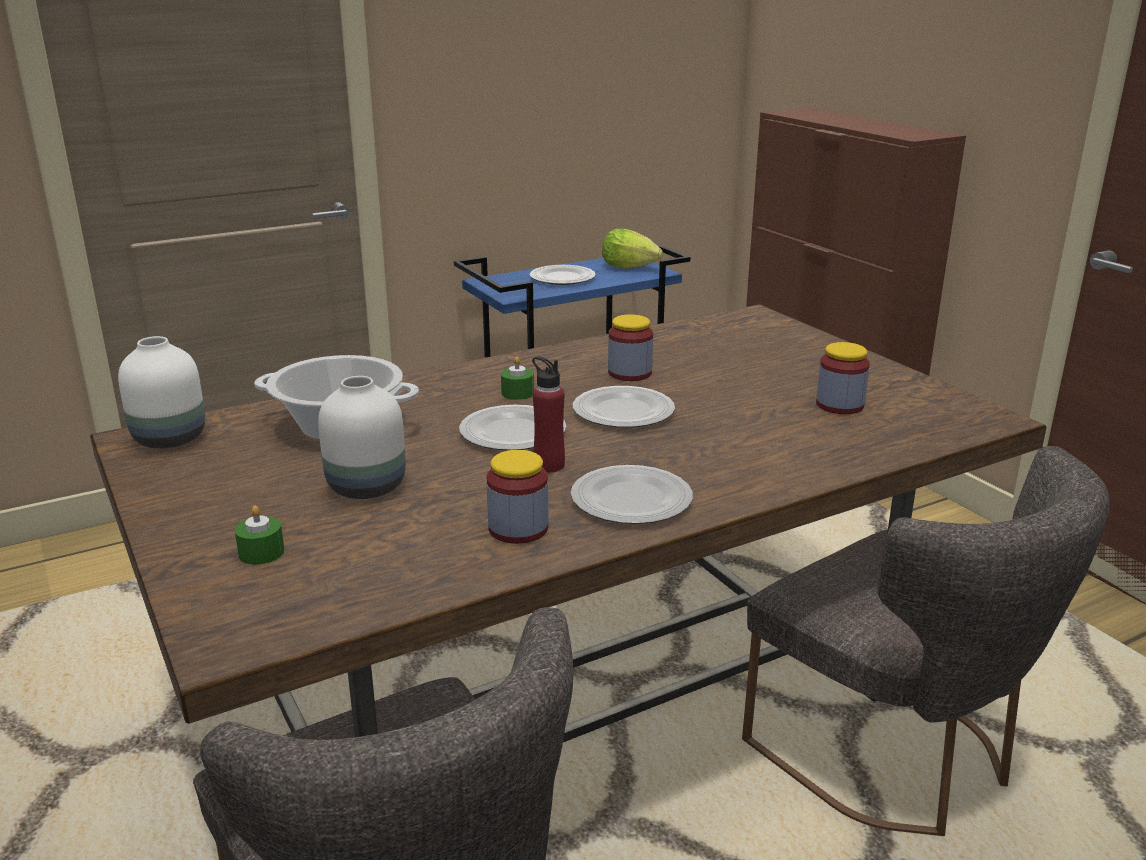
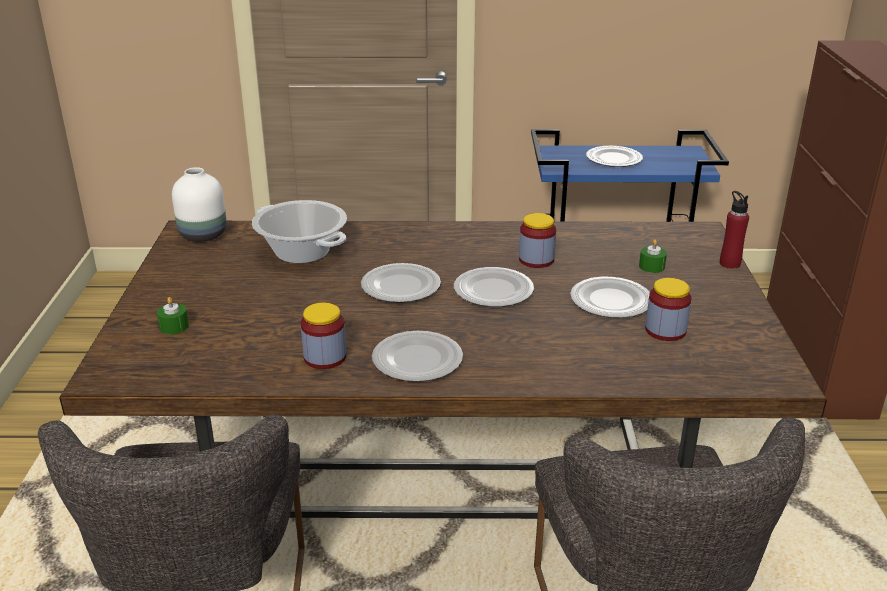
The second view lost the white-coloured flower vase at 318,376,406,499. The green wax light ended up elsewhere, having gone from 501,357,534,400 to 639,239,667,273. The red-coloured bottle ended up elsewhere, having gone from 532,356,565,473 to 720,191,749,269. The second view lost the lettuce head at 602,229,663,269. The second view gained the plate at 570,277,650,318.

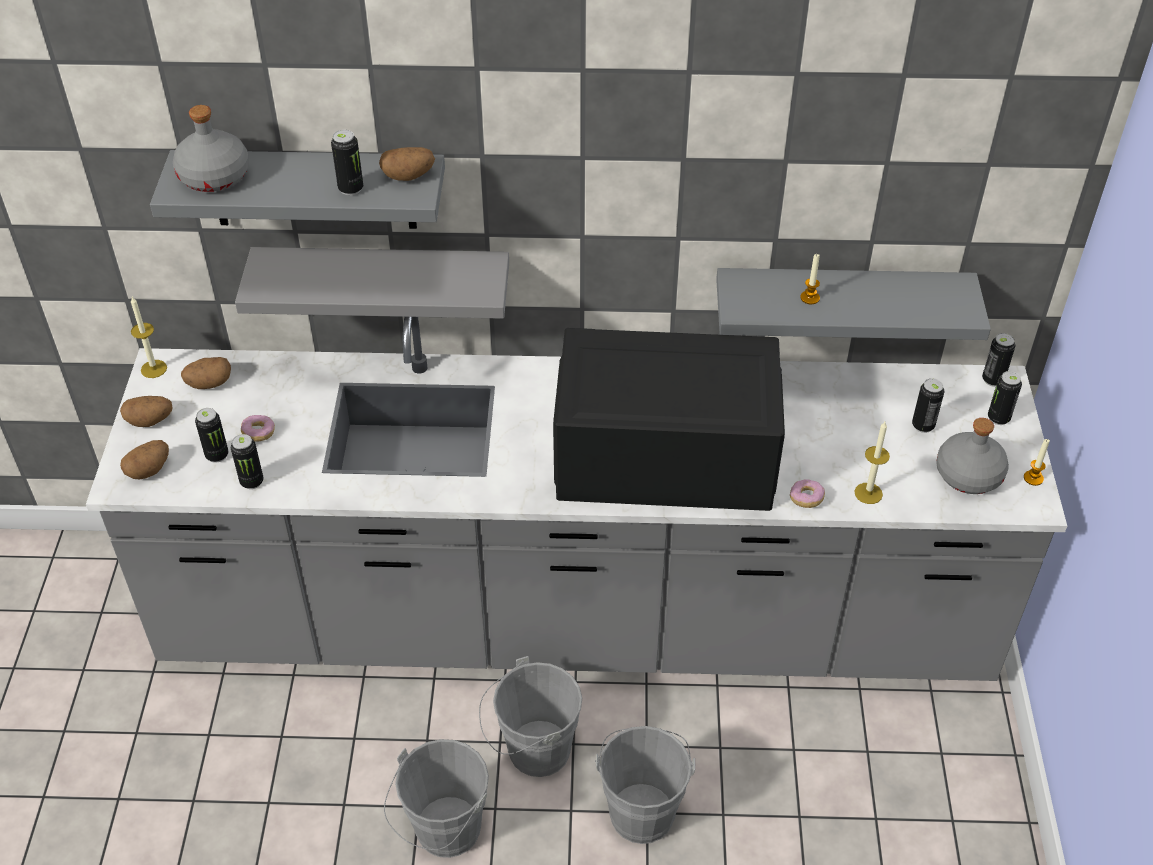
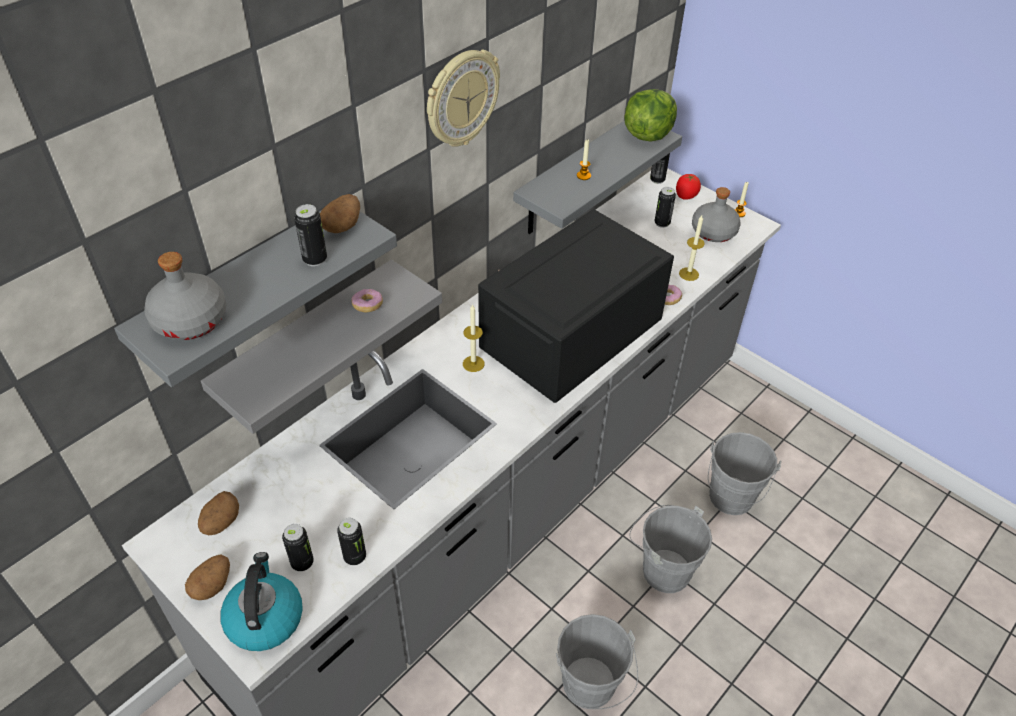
Where the potato stood at 120,440,169,479, the kettle came to stand at 220,552,303,651. The wax light ended up elsewhere, having gone from 131,297,167,378 to 463,304,484,372. The donut ended up elsewhere, having gone from 241,415,275,441 to 351,289,383,312. The gray water bucket ended up elsewhere, having gone from 479,656,582,777 to 708,432,781,515. Where the sealed can stood at 988,371,1022,425, the fresh tomato came to stand at 676,174,701,200. The second view gained the wall clock at 427,50,500,147. The second view gained the lettuce head at 624,89,677,142.

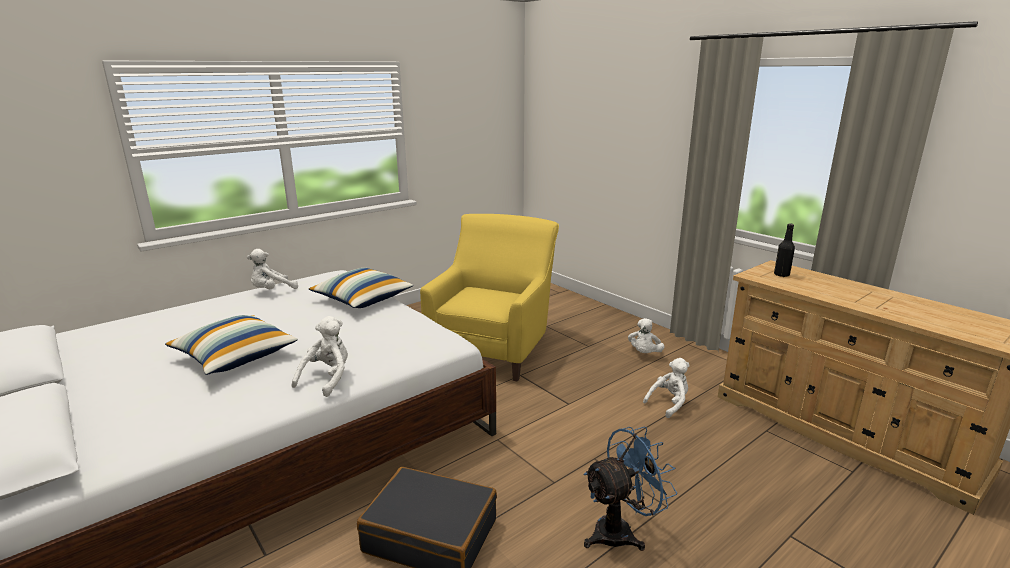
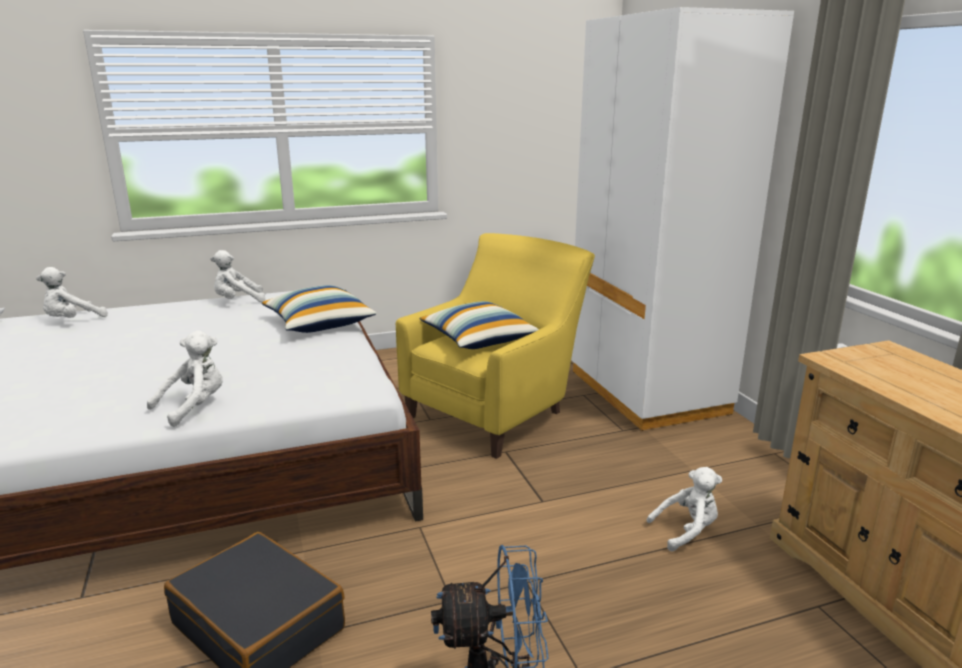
The throw pillow ended up elsewhere, having gone from 165,315,298,375 to 420,301,539,349. The white-coloured soft toy ended up elsewhere, having gone from 628,318,665,353 to 36,267,108,318. The second view lost the blackish bottle at 774,223,795,277. The second view gained the white-coloured wardrobe at 571,7,794,431.

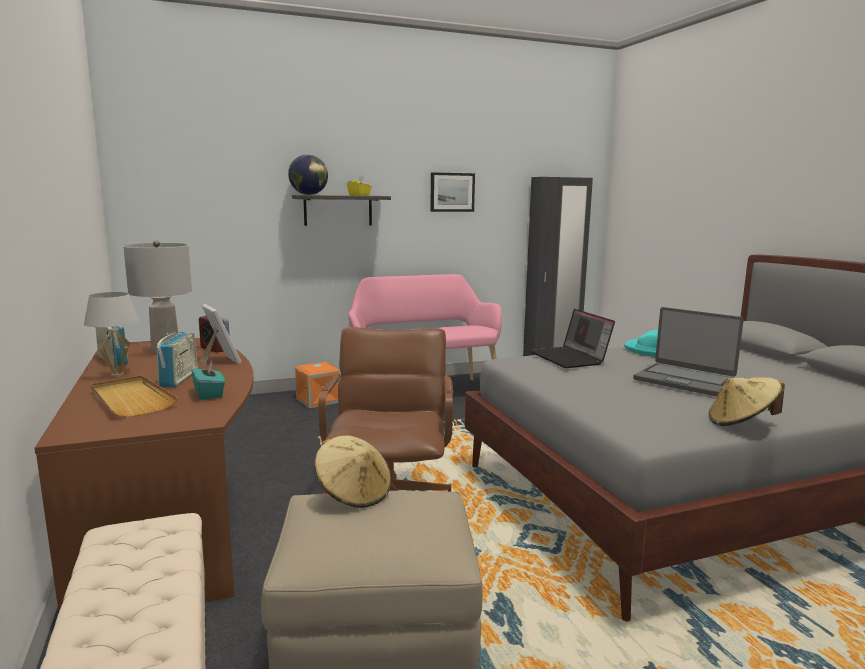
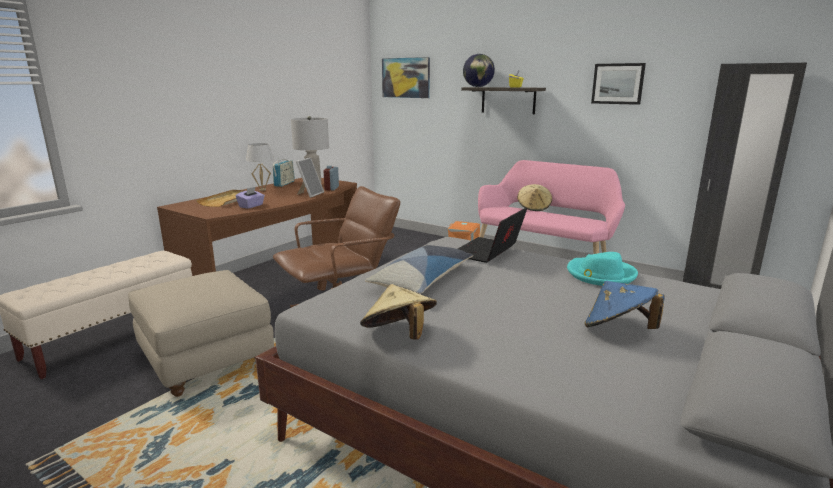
The second view lost the radio set at 157,332,198,387. What was the turquoise tissue box at 191,361,225,400 turned into the purplish tissue box at 236,187,265,209. The sand-coloured clothing hat ended up elsewhere, having gone from 315,435,391,508 to 517,184,552,211. The second view lost the notebook computer at 633,307,744,396. The second view gained the throw pillow at 365,245,473,294. The second view gained the wall art at 382,57,430,98. The second view gained the blue clothing hat at 585,281,665,329.

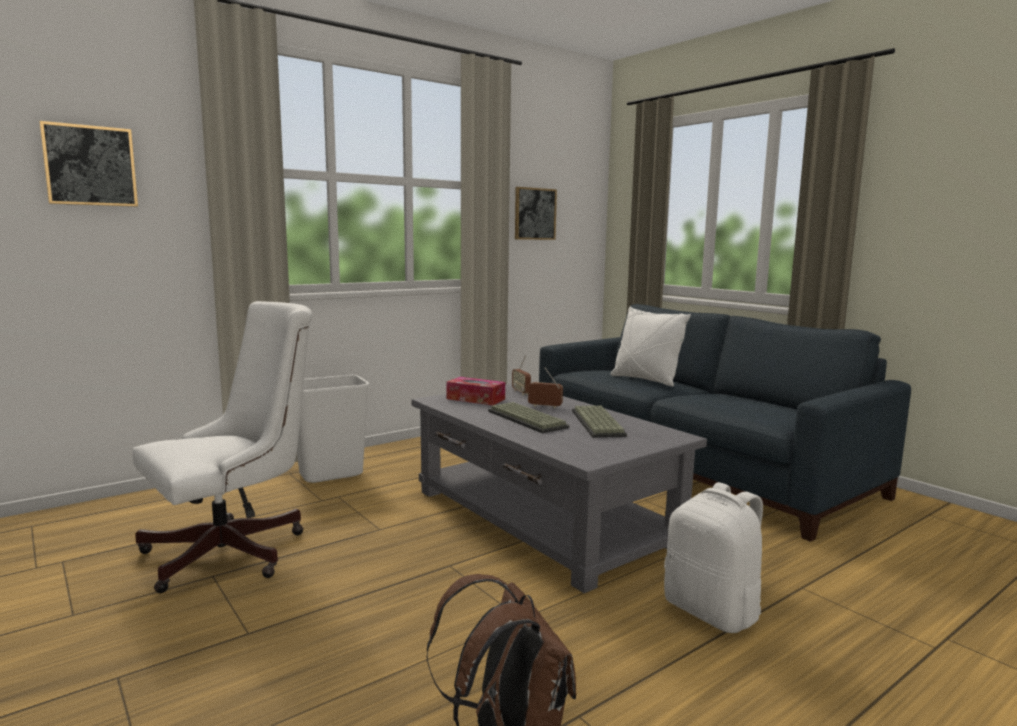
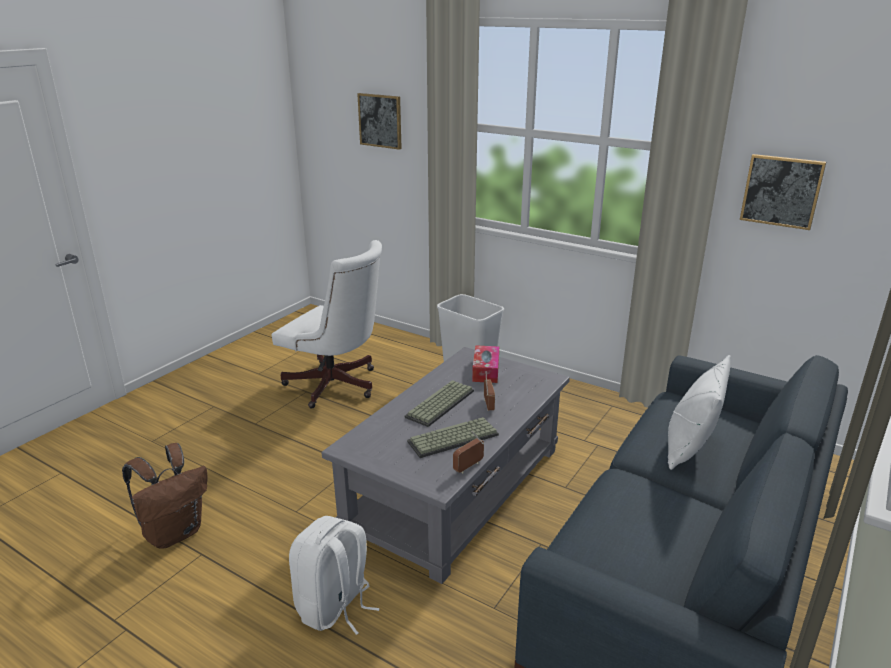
The radio set ended up elsewhere, having gone from 512,355,531,395 to 453,431,484,473.

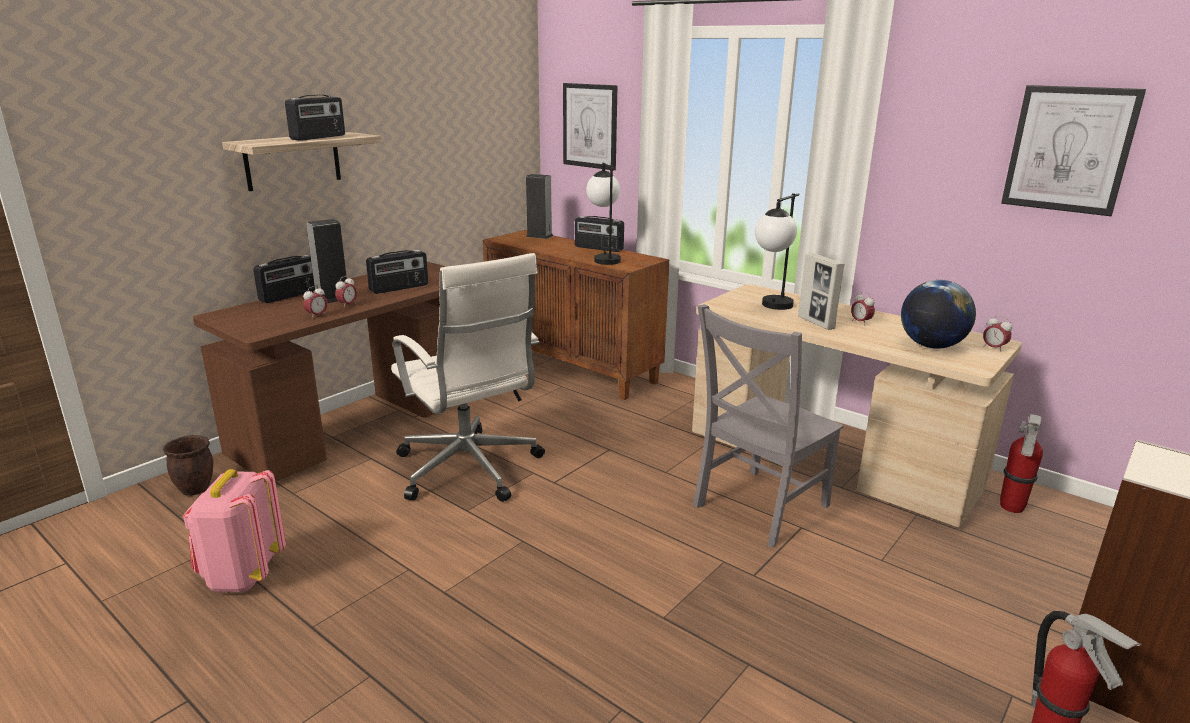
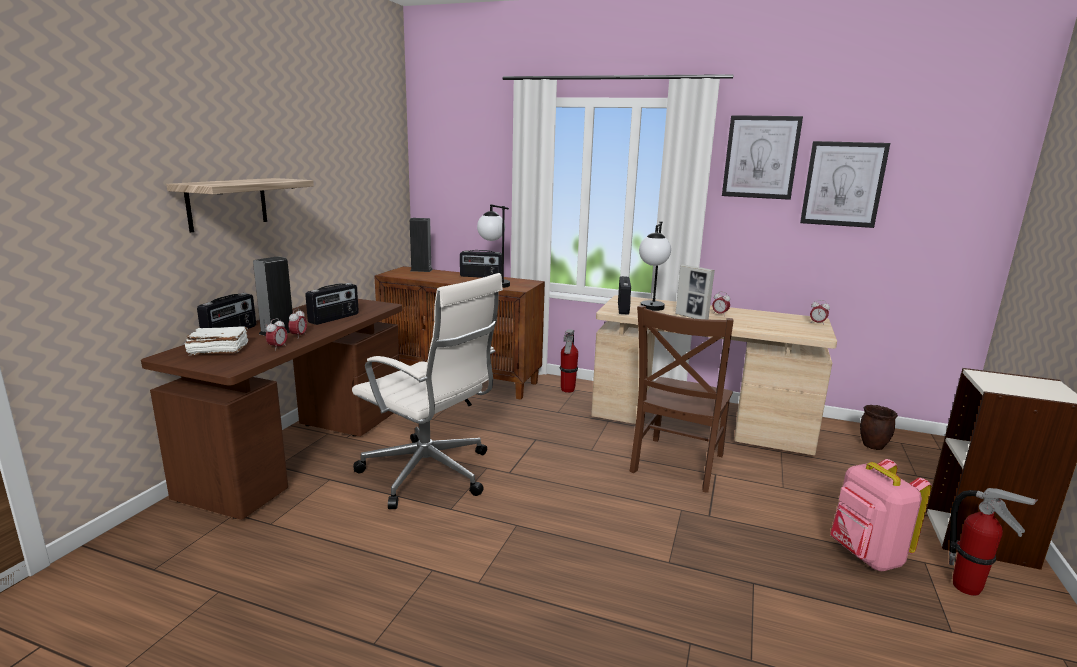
The brownish planter ended up elsewhere, having gone from 163,435,213,496 to 860,405,898,450. The pinkish backpack ended up elsewhere, having gone from 183,469,286,592 to 830,459,932,572. The radio set ended up elsewhere, having gone from 285,95,345,141 to 618,276,631,315. The wall art ended up elsewhere, having gone from 563,83,617,170 to 722,115,803,200. What was the gray chair at 693,304,844,548 turned into the brownish chair at 630,305,734,493. The second view lost the desk globe at 901,280,976,349. The fire extinguisher ended up elsewhere, having gone from 1000,414,1043,513 to 560,329,578,393. The second view gained the white-coloured book at 185,326,248,355.

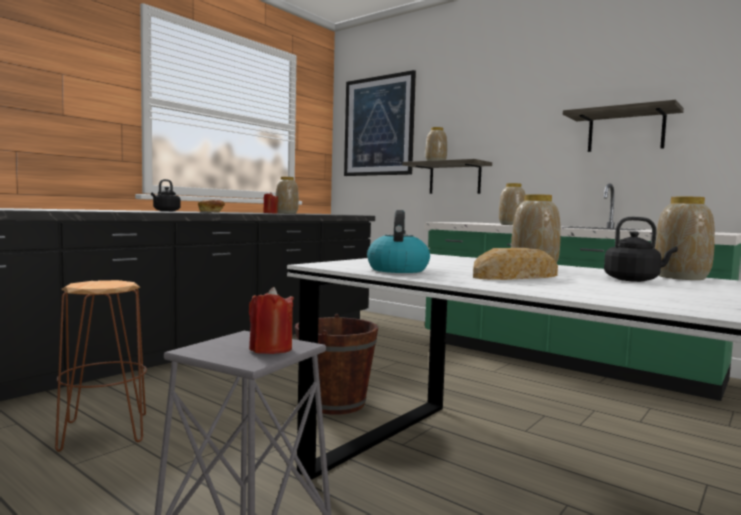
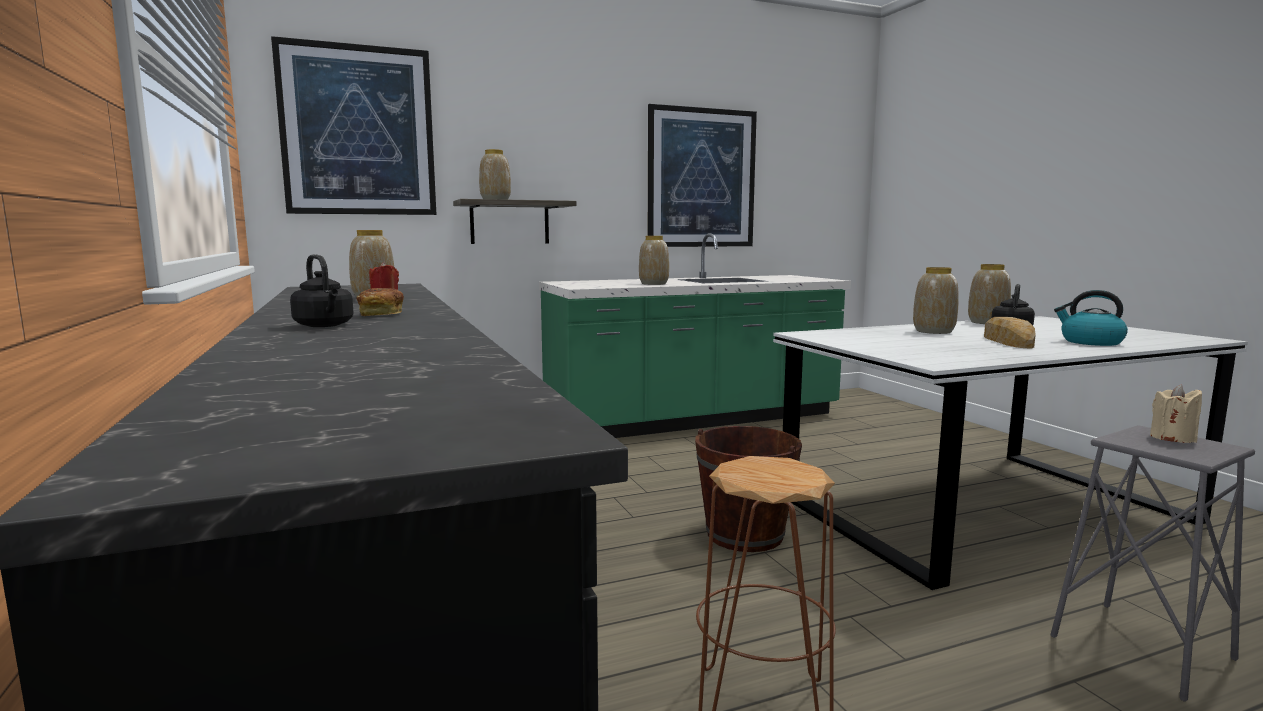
What was the red-coloured wax light at 249,287,294,354 turned into the sand-coloured wax light at 1150,384,1202,443. The kettle ended up elsewhere, having gone from 367,210,430,273 to 1054,290,1128,346. Where the bracket shelf hung at 563,100,684,152, the wall art came to hang at 648,104,757,247.

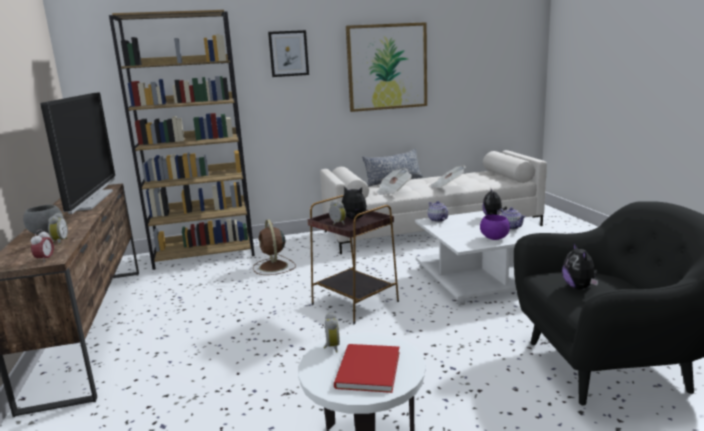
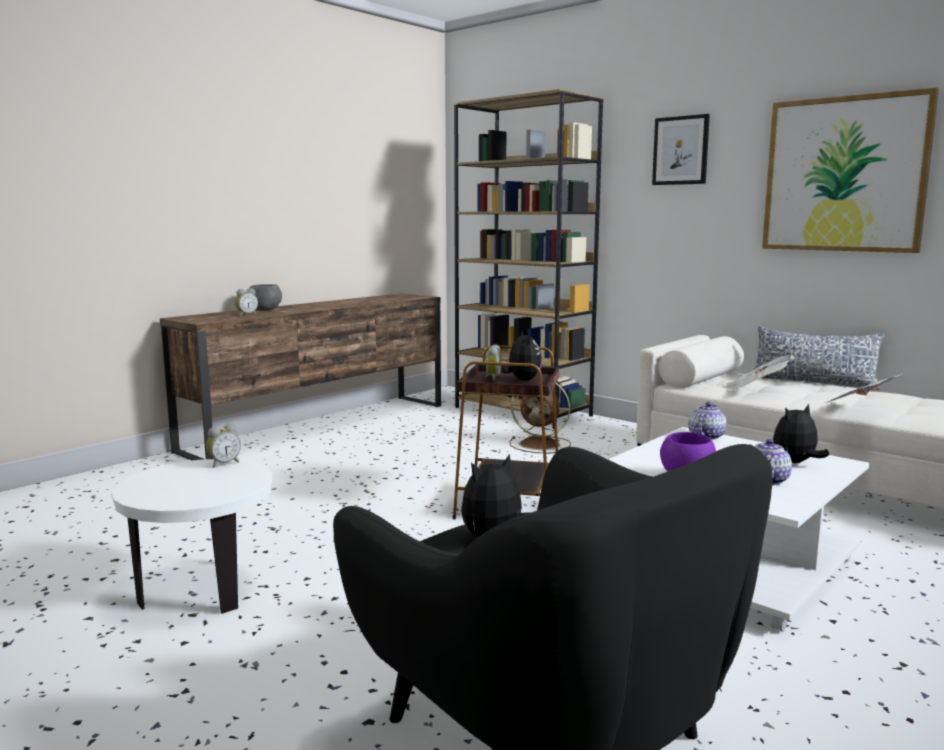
The second view lost the bedside clock at 31,229,54,263. The second view lost the TV at 41,92,115,214. The brownish electric fan at 253,219,296,275 ended up facing another way, 105 degrees counterclockwise from before. The second view lost the red-coloured book at 334,344,400,393.

